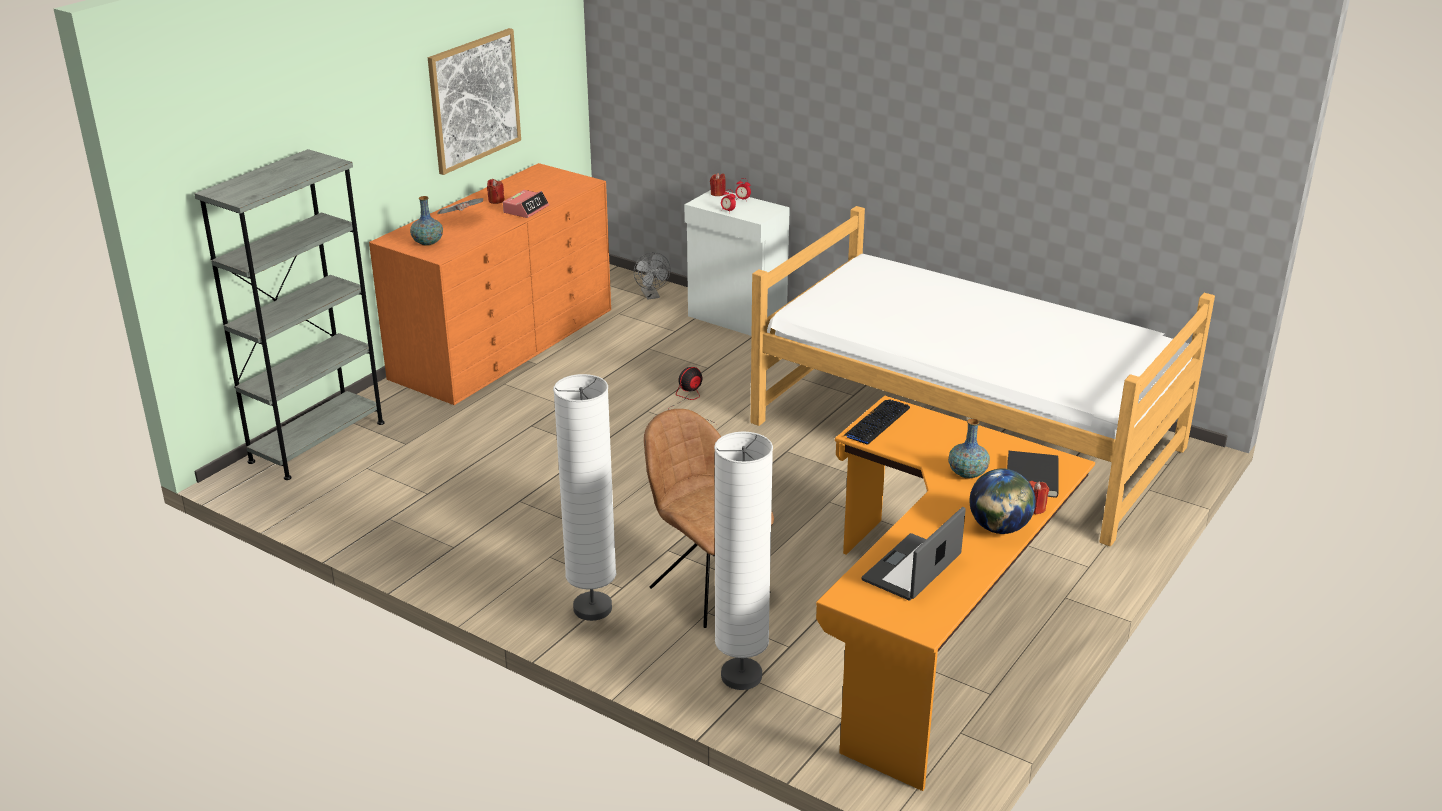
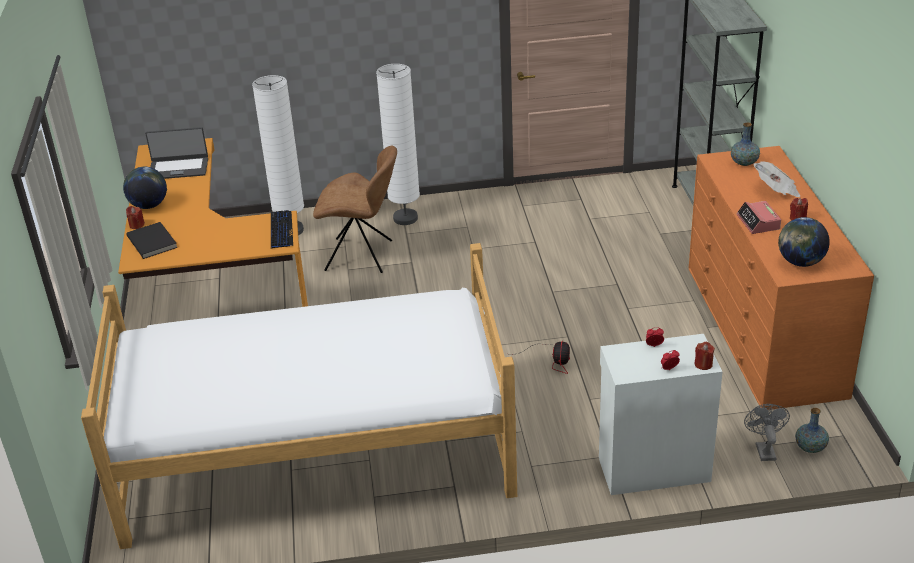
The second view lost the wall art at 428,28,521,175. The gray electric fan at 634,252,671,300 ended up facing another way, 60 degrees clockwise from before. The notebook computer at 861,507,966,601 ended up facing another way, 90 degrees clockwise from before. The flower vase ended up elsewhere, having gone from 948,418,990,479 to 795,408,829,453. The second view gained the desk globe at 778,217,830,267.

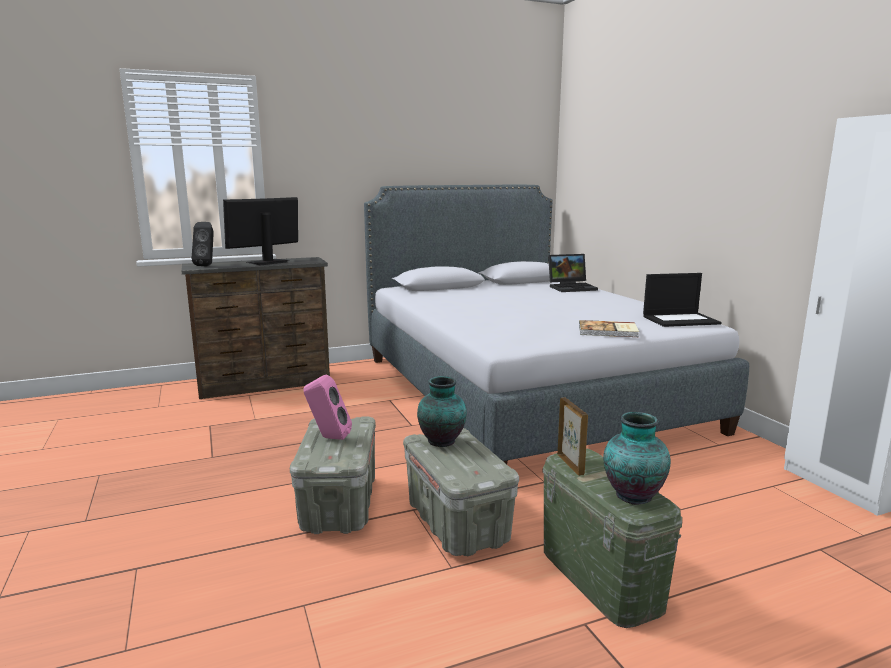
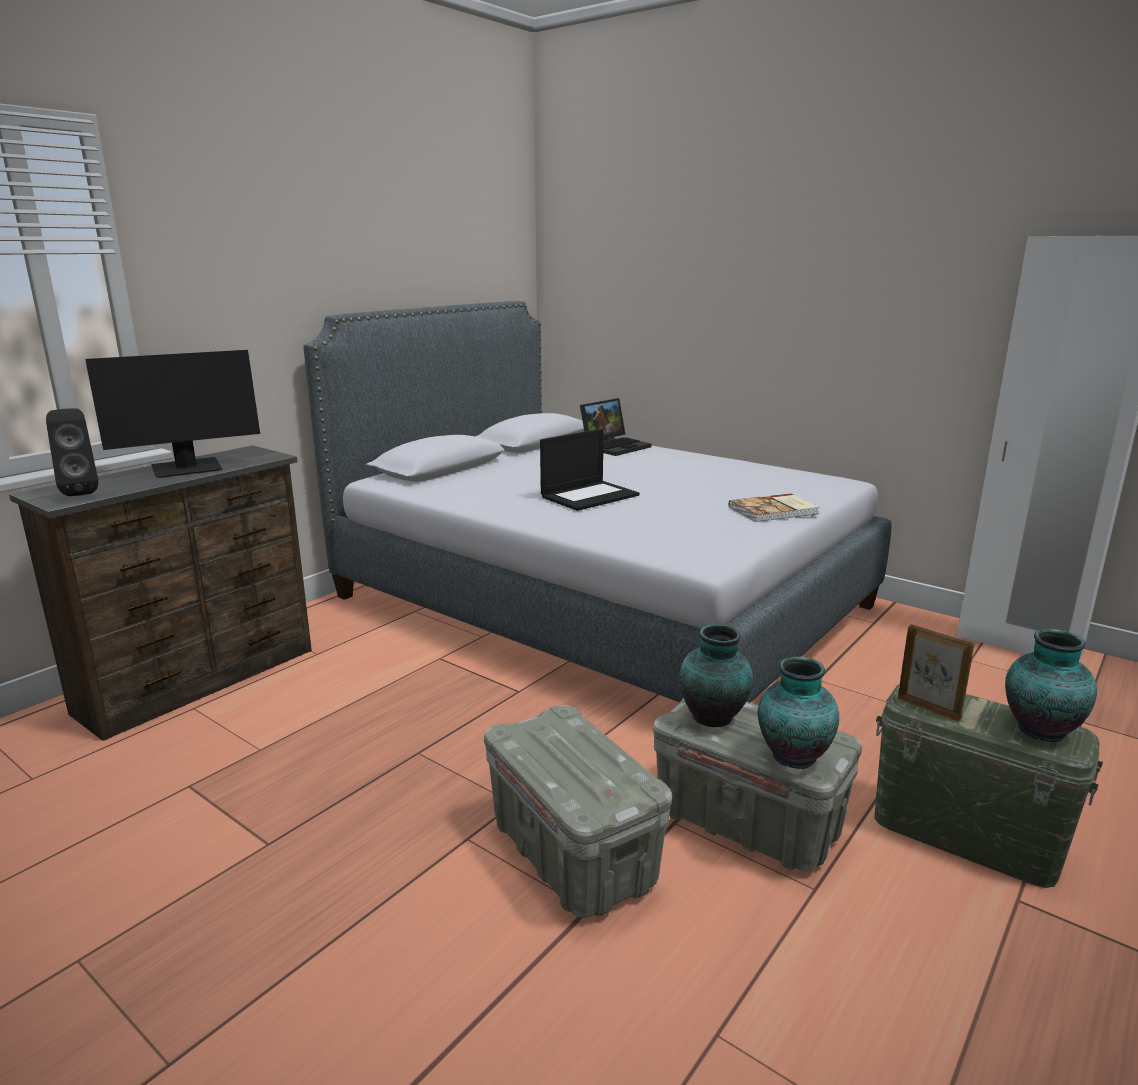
The monitor at 223,197,298,265 ended up facing another way, 135 degrees counterclockwise from before. The second view lost the pinkish speaker at 303,375,352,440. The notebook computer ended up elsewhere, having gone from 643,273,722,327 to 540,429,640,511. The second view gained the flower vase at 757,657,839,769.

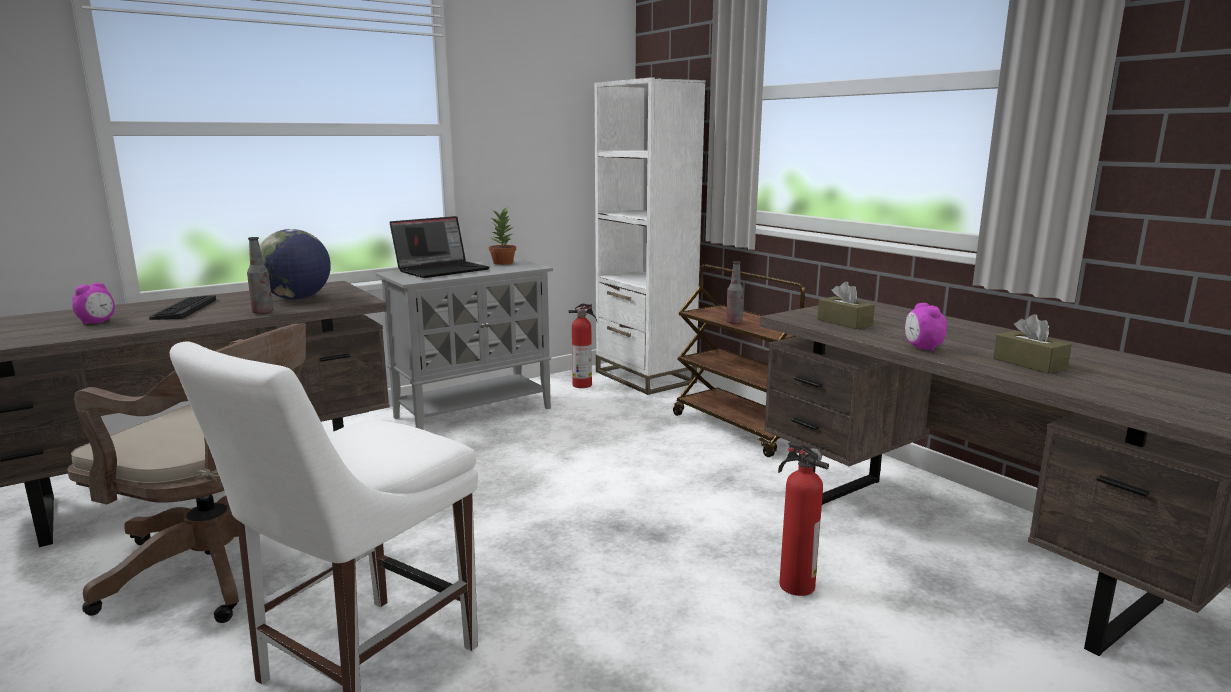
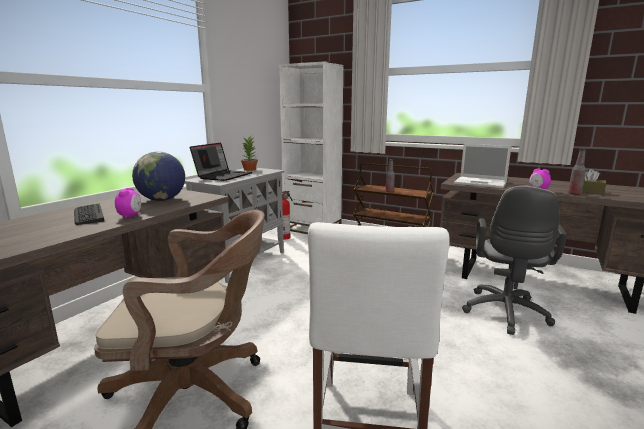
The bedside clock ended up elsewhere, having gone from 72,283,115,325 to 115,188,141,218. The bottle ended up elsewhere, having gone from 247,237,273,314 to 568,149,586,195. Where the fire extinguisher stood at 778,442,829,596, the gray office chair came to stand at 462,186,567,335. Where the brownish tissue box stood at 817,282,875,329, the notebook computer came to stand at 454,144,511,188.

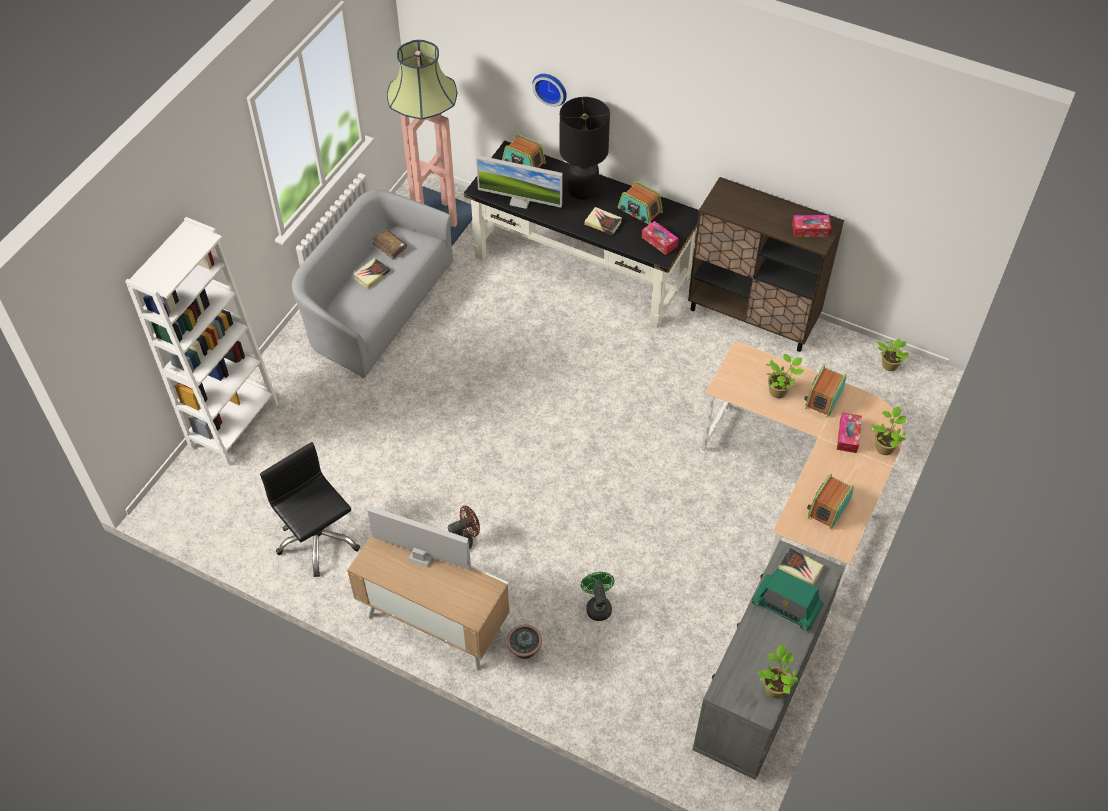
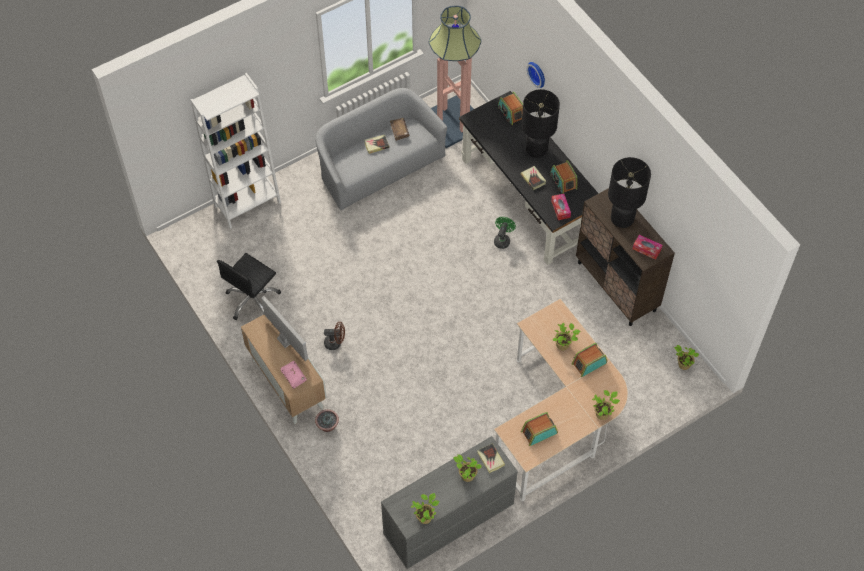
The blackish office chair at 260,442,360,577 ended up facing another way, 135 degrees counterclockwise from before. The second view lost the monitor at 476,155,563,209. The green electric fan ended up elsewhere, having gone from 581,572,614,621 to 494,217,516,249. Where the radio set stood at 752,569,824,631, the houseplant came to stand at 453,454,482,482. The second view lost the tissue box at 837,412,862,453. The second view gained the pinkish book at 280,361,307,389. The second view gained the blackish tabletop lamp at 608,157,651,228.

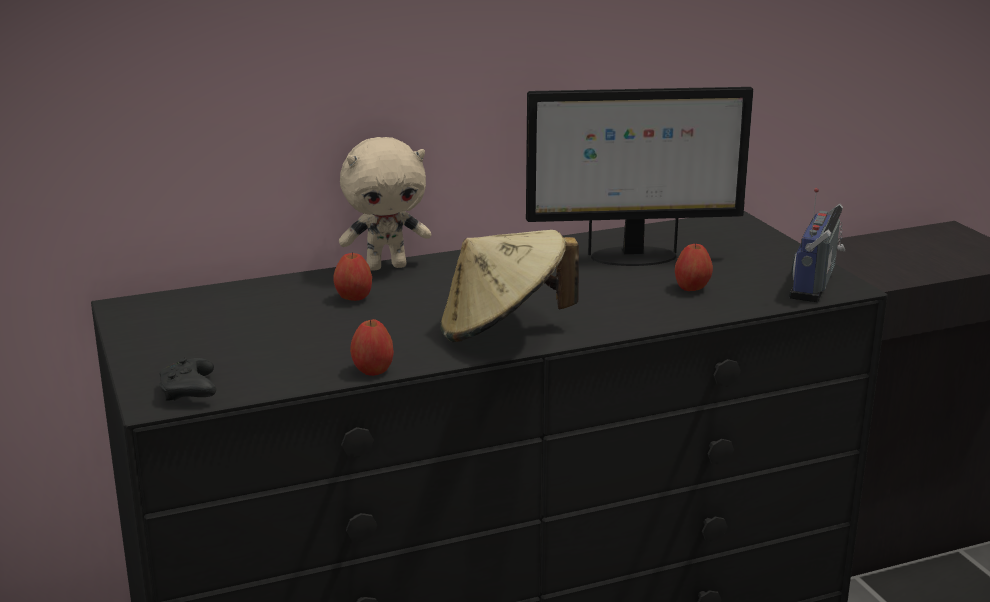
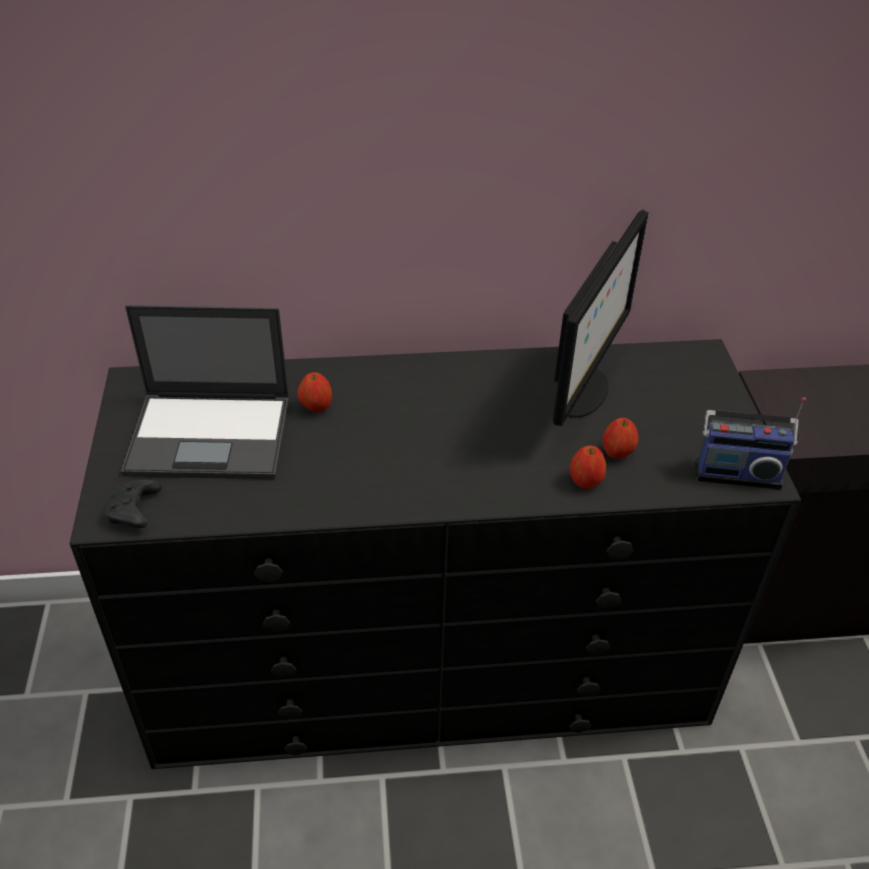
The second view lost the sand-coloured soft toy at 339,137,431,271. The whole apple ended up elsewhere, having gone from 350,319,394,376 to 570,446,606,489. The second view lost the sand-coloured clothing hat at 440,230,579,342. The monitor at 526,87,753,266 ended up facing another way, 75 degrees counterclockwise from before. The radio set at 789,188,845,302 ended up facing another way, 120 degrees counterclockwise from before. The second view gained the notebook computer at 121,305,289,479.

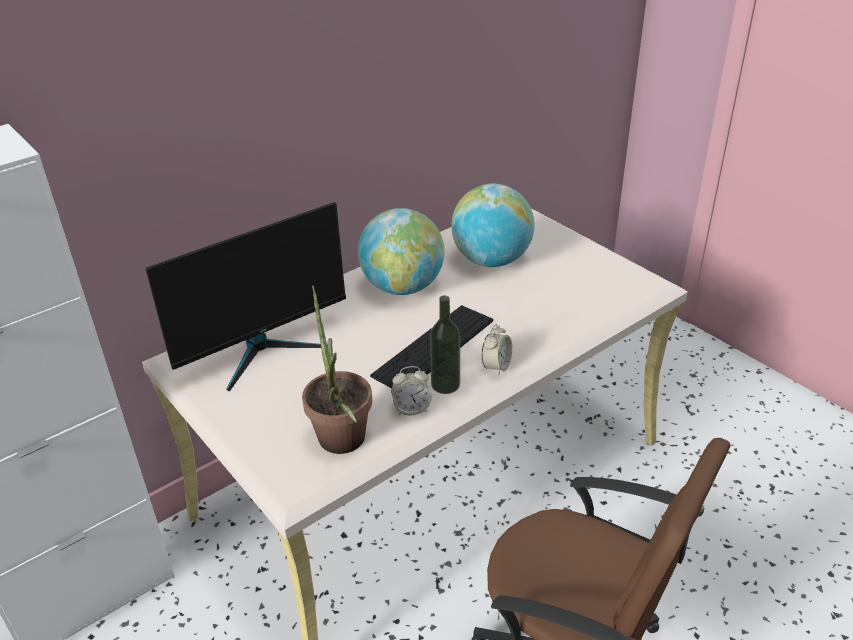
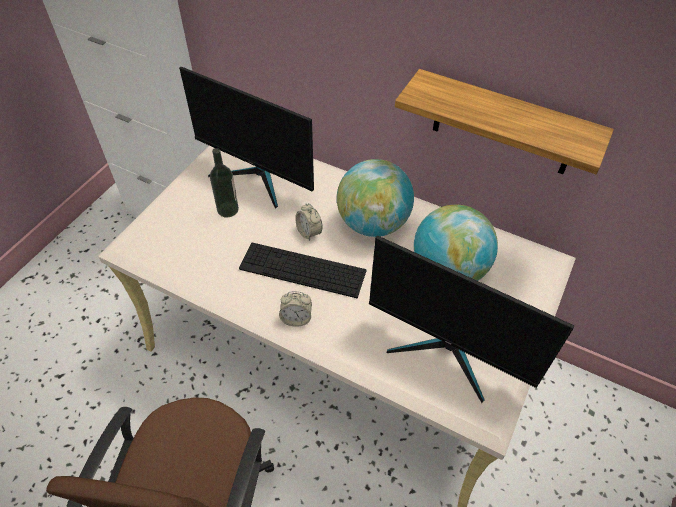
The second view lost the houseplant at 302,285,372,454. The bedside clock ended up elsewhere, having gone from 391,366,432,415 to 295,203,322,241. The bottle ended up elsewhere, having gone from 430,295,460,394 to 210,148,239,218. The second view gained the monitor at 369,236,574,403. The second view gained the bracket shelf at 395,69,614,174.

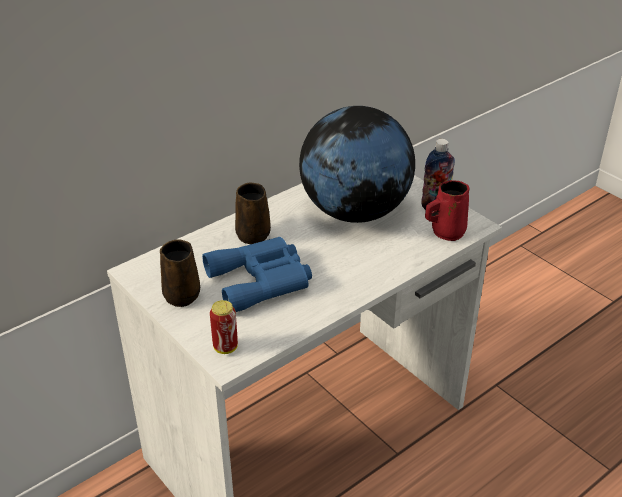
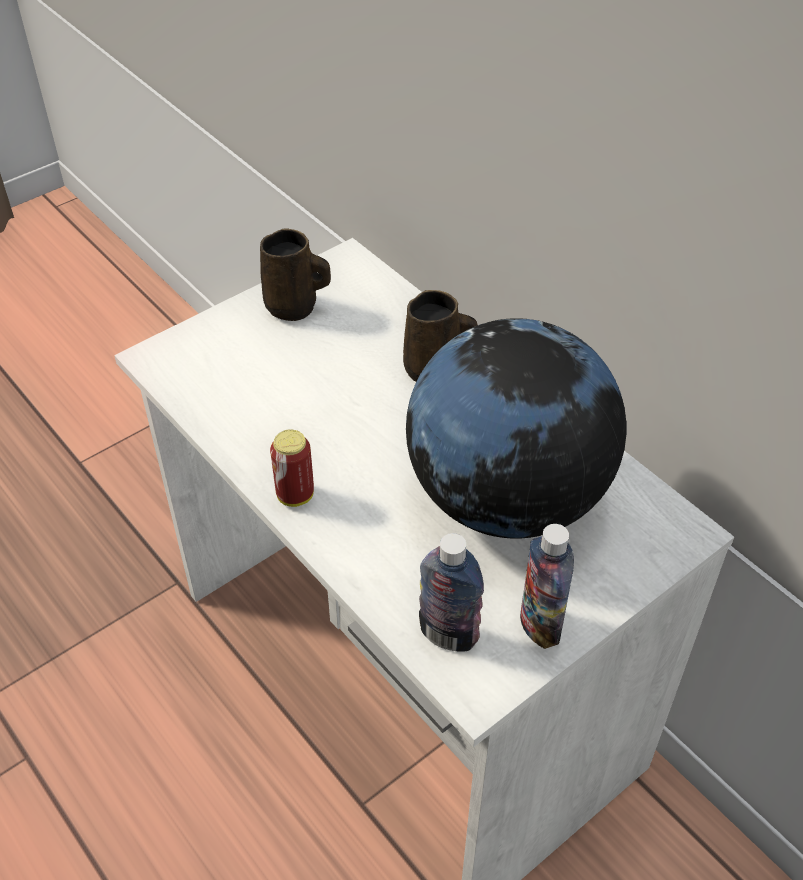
The second view lost the blue pair of binoculars at 202,237,312,312. The sealed can ended up elsewhere, having gone from 210,300,238,354 to 270,429,314,507. Where the red-coloured tea mug stood at 425,180,470,241, the bottle came to stand at 419,533,484,652.

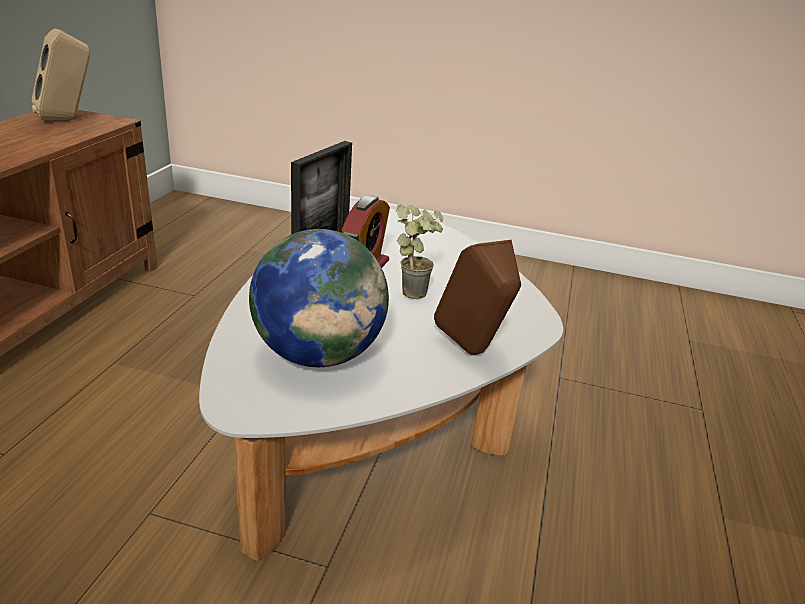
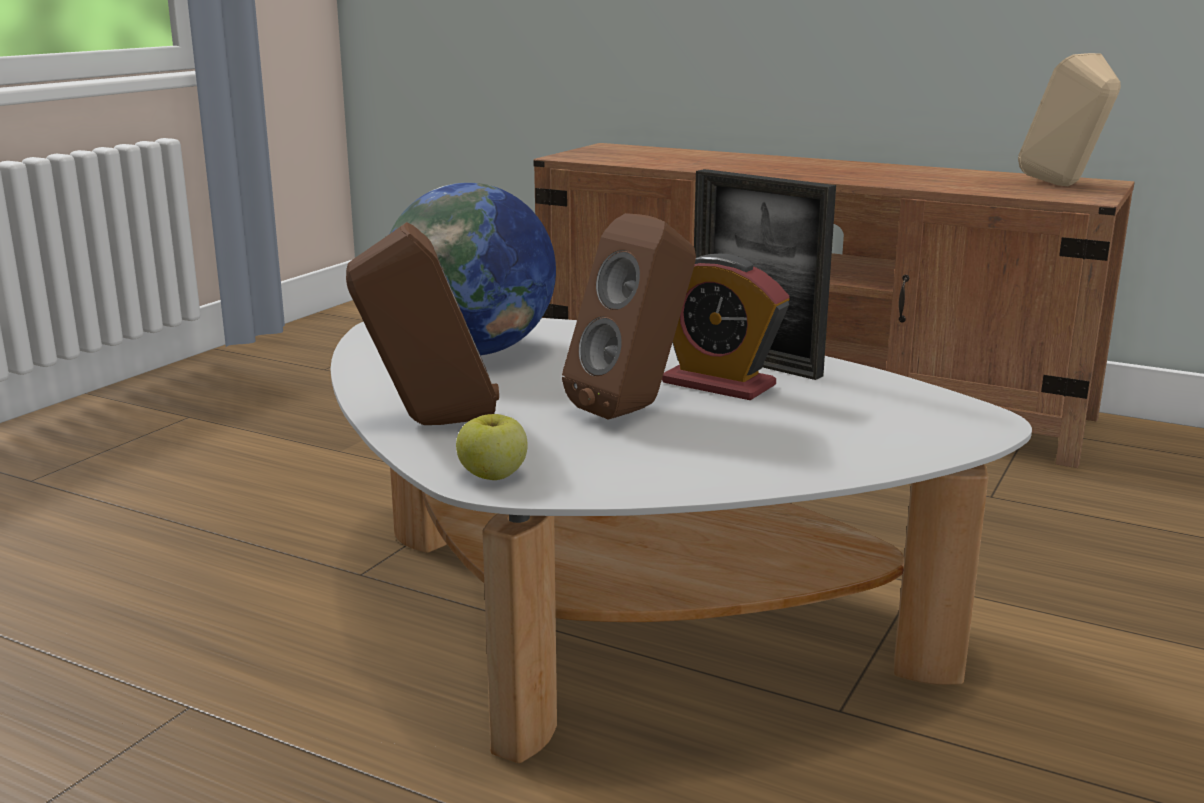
Where the houseplant stood at 396,204,444,299, the brownish speaker came to stand at 562,213,696,420. The second view gained the whole apple at 456,414,528,480.

